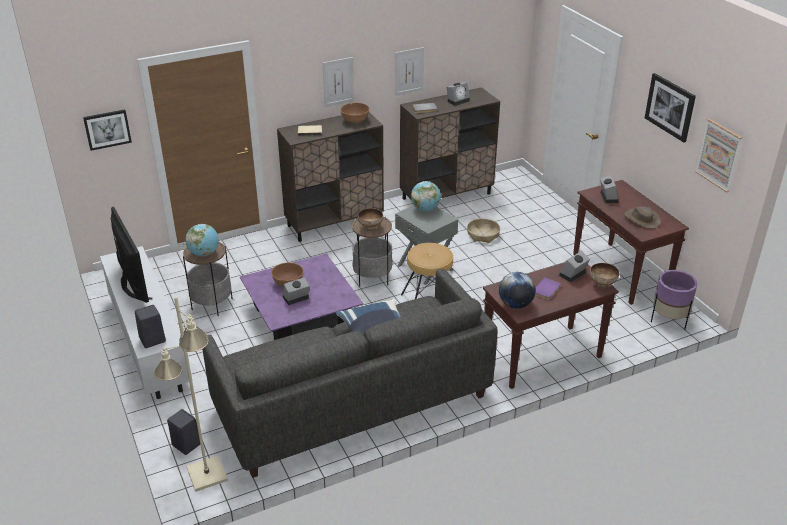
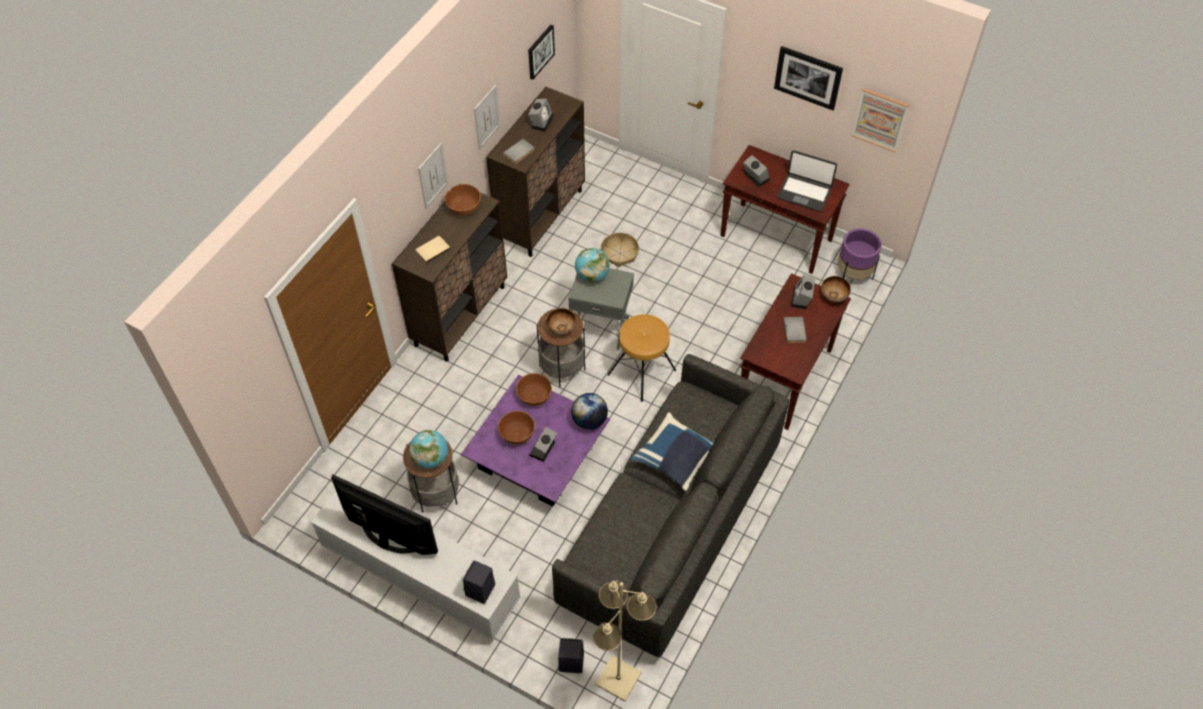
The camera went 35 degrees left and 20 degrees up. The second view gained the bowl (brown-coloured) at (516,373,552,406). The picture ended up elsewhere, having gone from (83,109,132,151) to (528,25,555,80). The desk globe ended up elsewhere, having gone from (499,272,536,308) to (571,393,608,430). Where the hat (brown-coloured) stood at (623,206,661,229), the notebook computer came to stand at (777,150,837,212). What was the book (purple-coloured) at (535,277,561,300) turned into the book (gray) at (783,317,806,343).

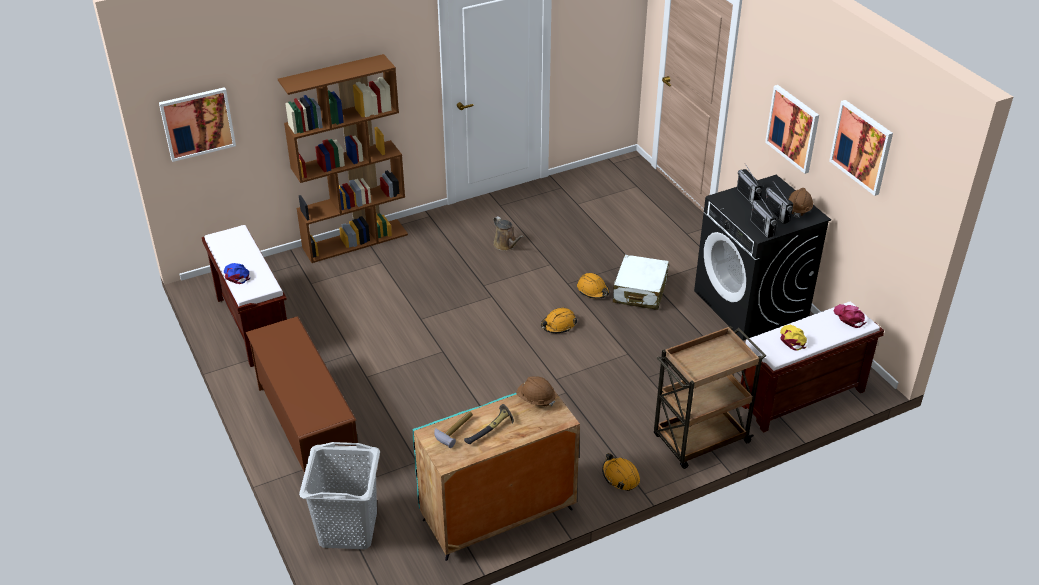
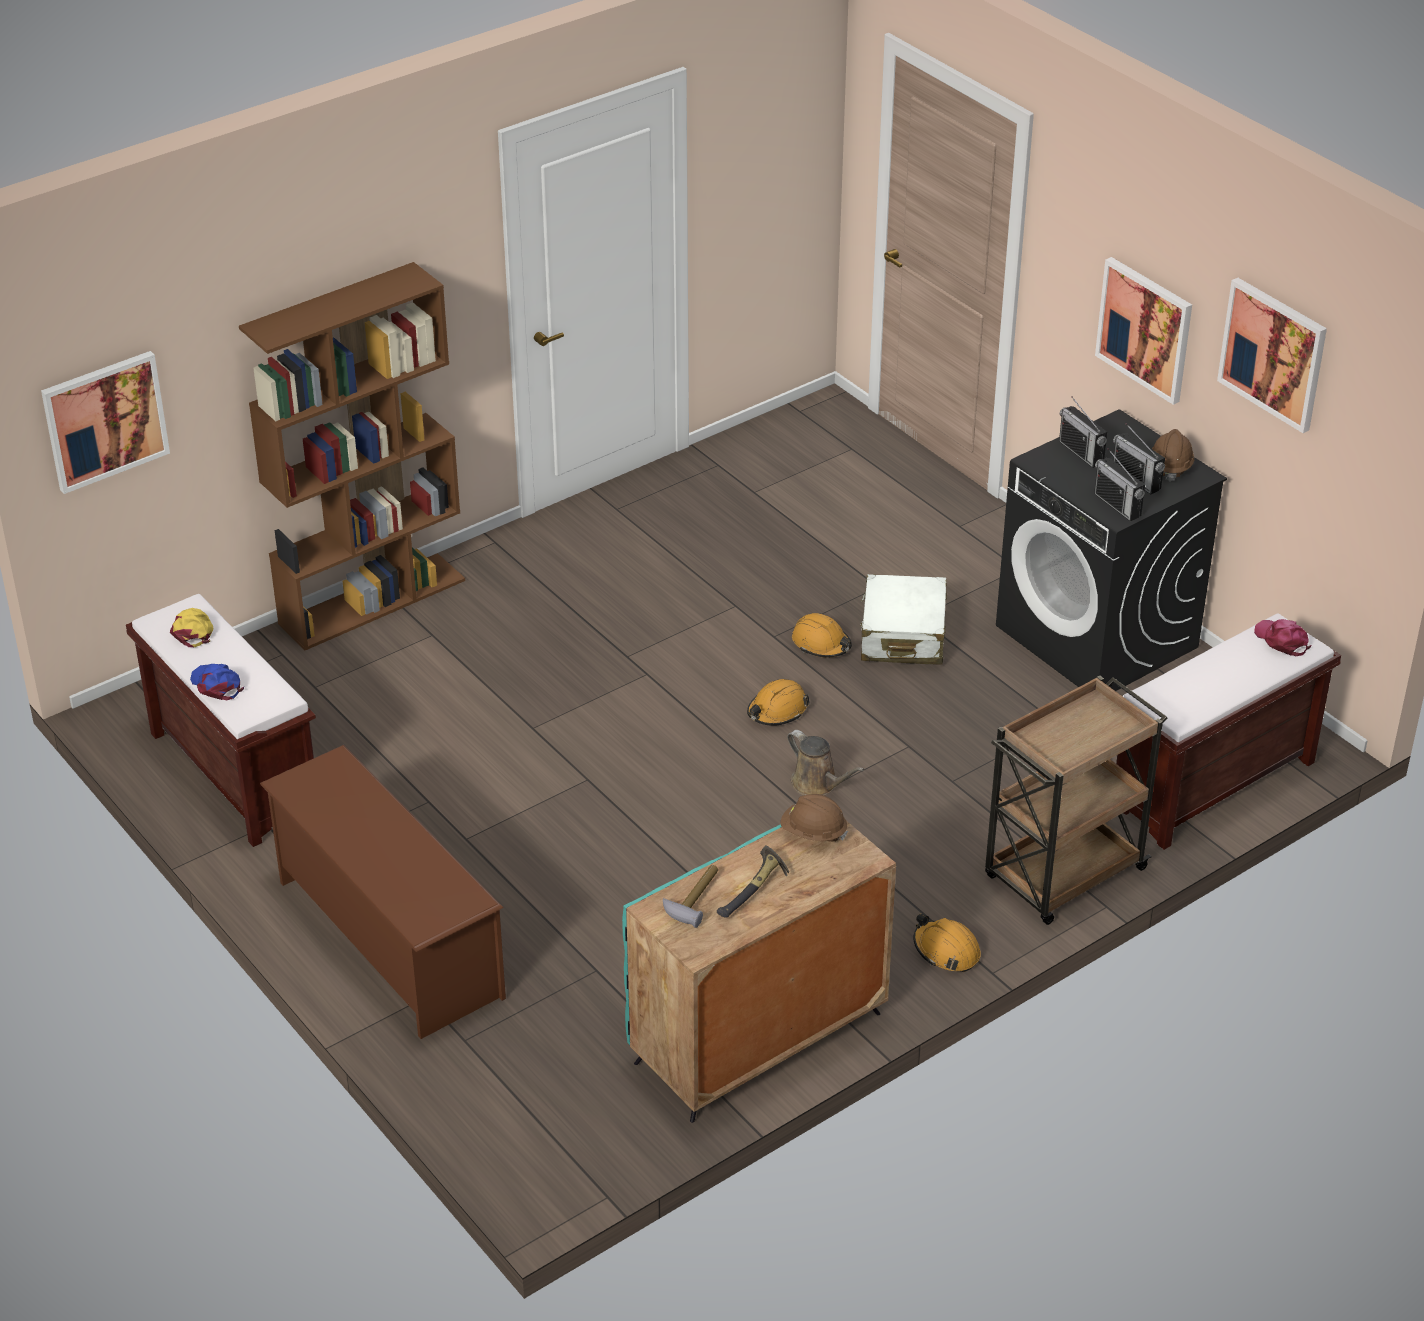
The camera went 10 degrees left and 0 degrees up. The peaked cap (yellow-coloured) ended up elsewhere, having gone from (780,325,807,351) to (170,608,214,647). The watering can (brown-coloured) ended up elsewhere, having gone from (493,216,524,251) to (787,730,864,796). The second view lost the washing basket (gray) at (299,442,380,549).

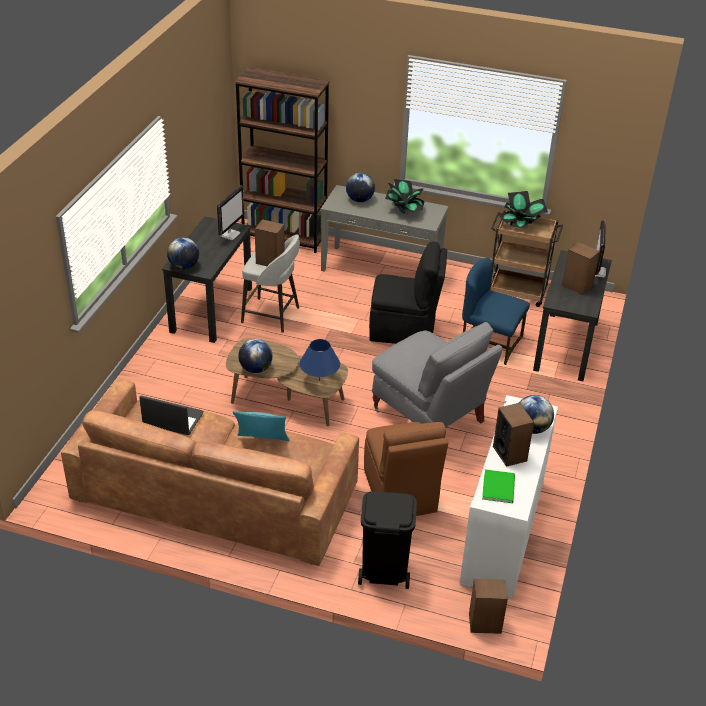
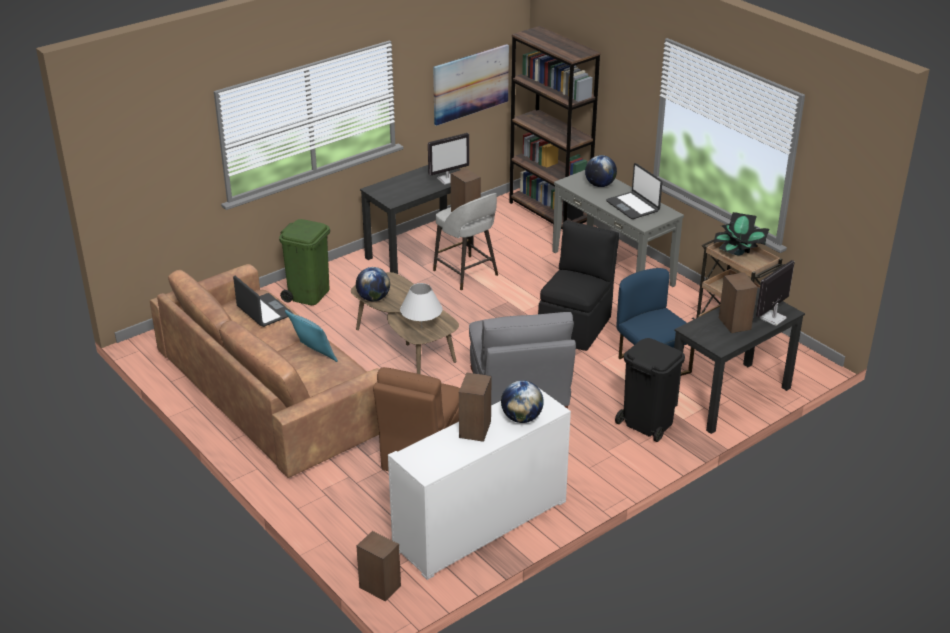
The camera went 35 degrees right and 5 degrees down. The second view gained the rubbish bin (green-coloured) at (279,219,330,305). What was the table lamp (blue) at (299,339,340,381) turned into the table lamp (white-coloured) at (400,283,443,327). The second view gained the picture at (433,44,509,126). The chair (black-coloured) at (369,241,447,344) ended up facing another way, 105 degrees counterclockwise from before. Where the houseplant stood at (385,179,425,214), the notebook computer came to stand at (606,163,662,219). The rubbish bin (black-coloured) ended up elsewhere, having gone from (358,491,417,589) to (615,338,685,442). The second view lost the desk globe at (167,237,199,269). The second view lost the book (green-coloured) at (482,469,515,503).

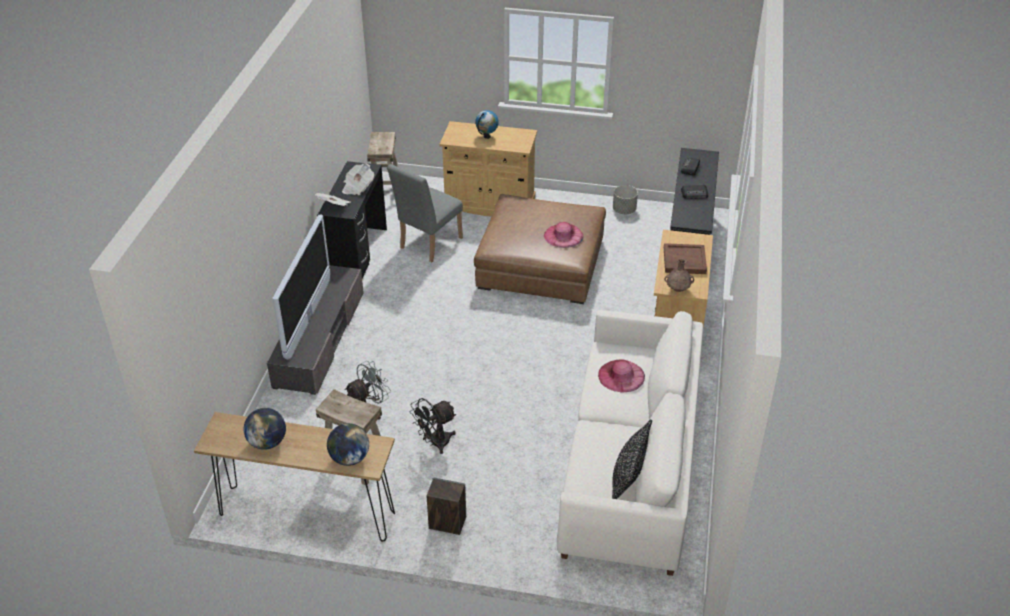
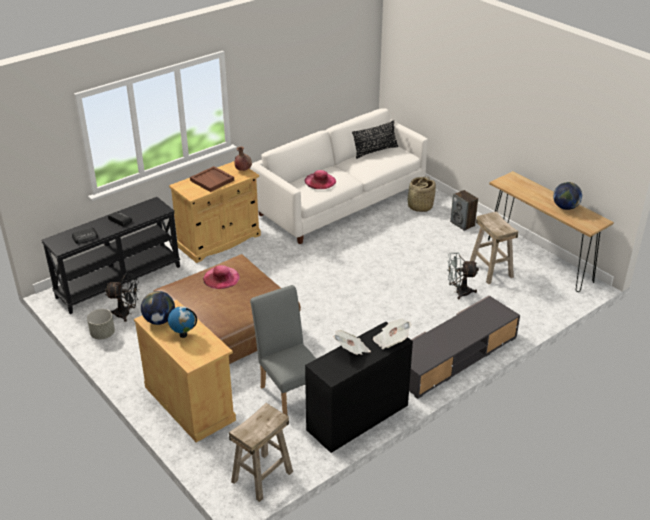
The camera went 140 degrees left and 5 degrees down. The cooling fan (black-coloured) ended up elsewhere, having gone from (411,398,456,454) to (105,273,139,322). The desk globe ended up elsewhere, having gone from (327,423,369,466) to (141,291,175,325). The chair (gray) at (387,164,463,262) ended up facing another way, 105 degrees counterclockwise from before. The second view gained the household basket at (407,176,436,212). The second view lost the television at (272,215,330,360).

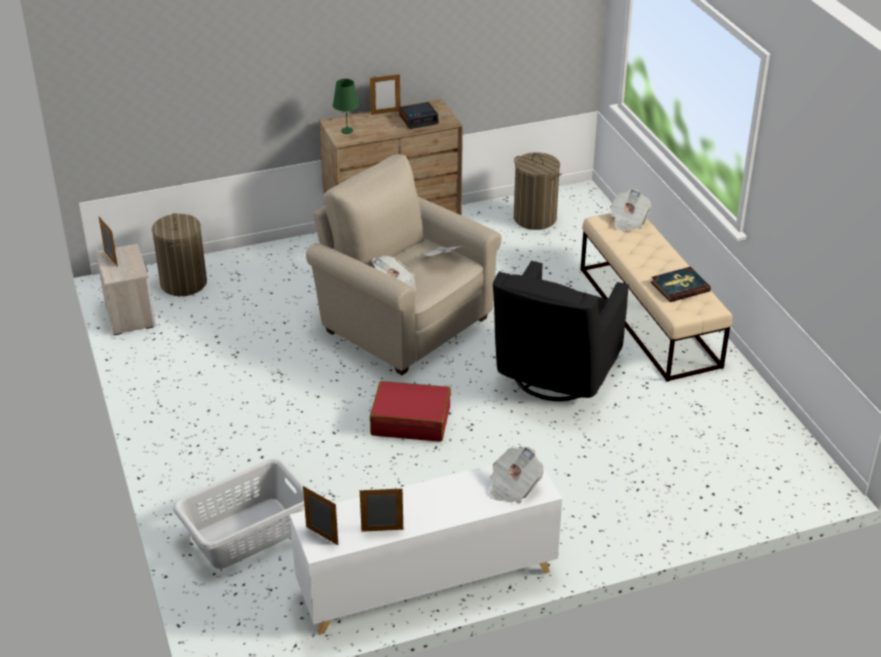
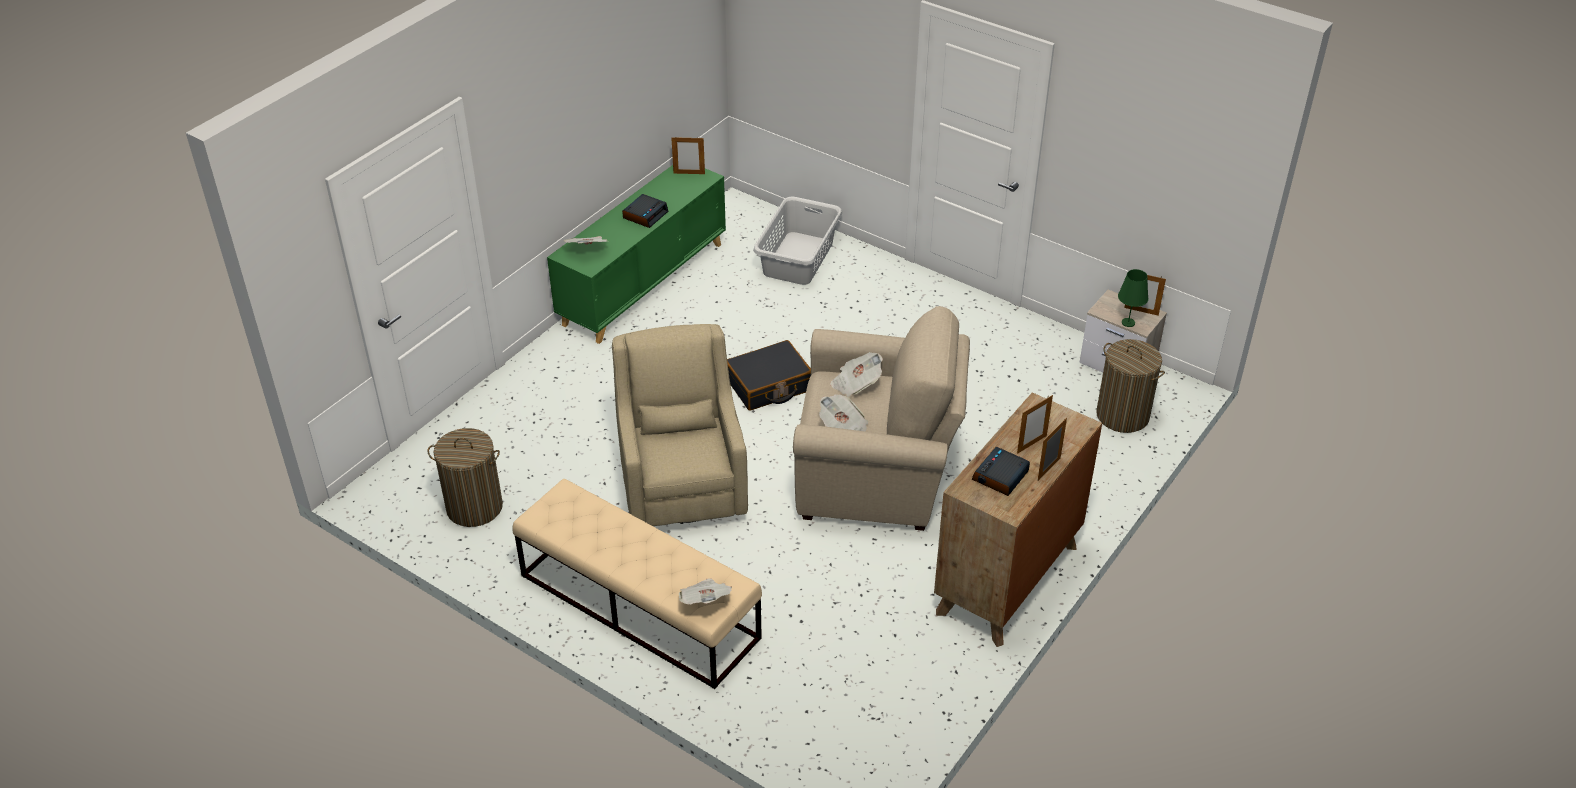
The camera went 145 degrees right and 5 degrees up. The washing basket ended up elsewhere, having gone from (514,152,562,230) to (428,428,503,527). What was the cupboard (white-coloured) at (290,455,562,635) turned into the cupboard (green-coloured) at (547,165,726,344). What was the armchair (black-coloured) at (493,261,629,401) turned into the armchair (beige) at (612,324,748,526). The second view gained the table clock at (622,194,668,228). What was the travel case (red) at (370,381,451,442) turned into the travel case (black-coloured) at (727,340,811,410). The photo frame ended up elsewhere, having gone from (360,488,403,532) to (1017,395,1053,454). The table lamp (green-coloured) ended up elsewhere, having gone from (333,79,359,134) to (1118,269,1148,327). The second view lost the book at (651,267,711,302).

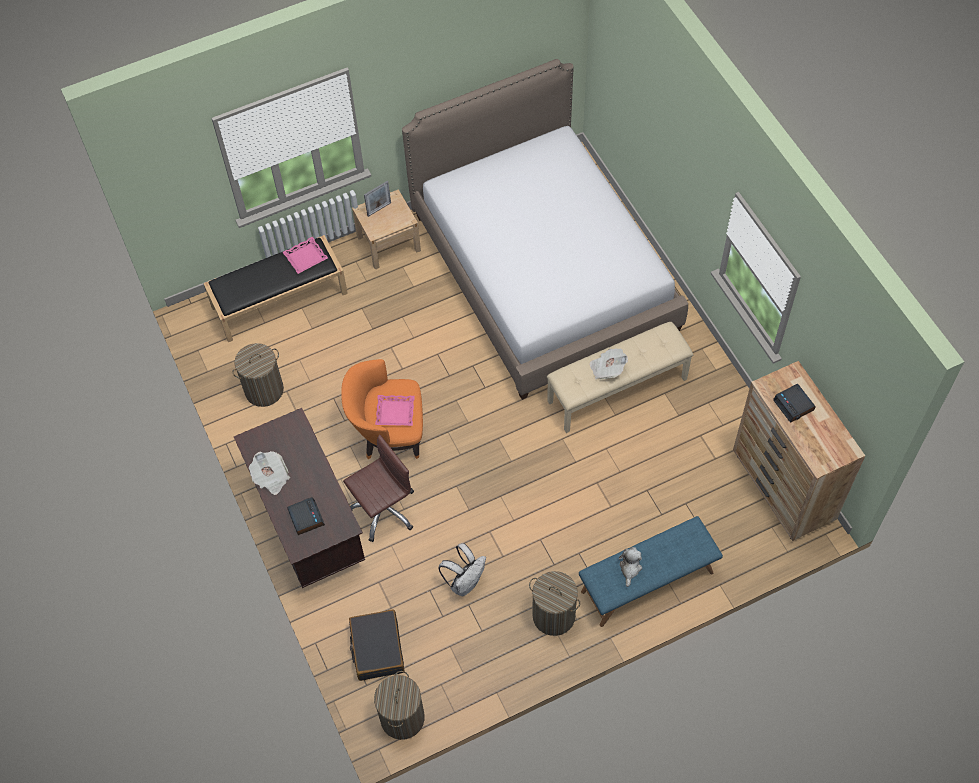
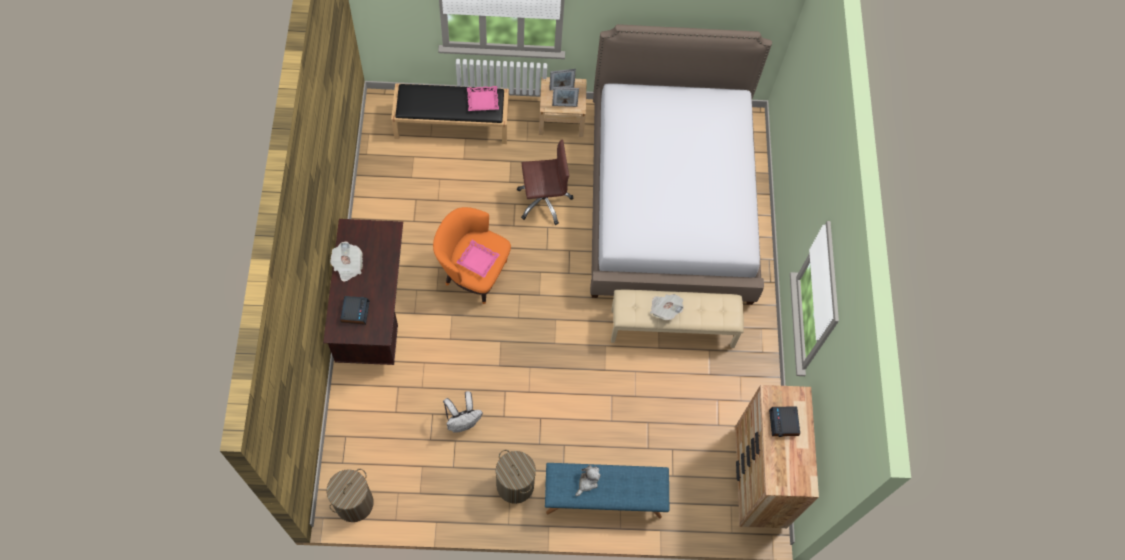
The camera went 20 degrees right and 5 degrees up. The computer chair (brown-coloured) ended up elsewhere, having gone from (343,435,414,542) to (517,139,573,225). The second view gained the photo frame at (552,87,579,107). The second view lost the washing basket at (232,343,284,407). The second view lost the travel case (black-coloured) at (349,610,405,681).

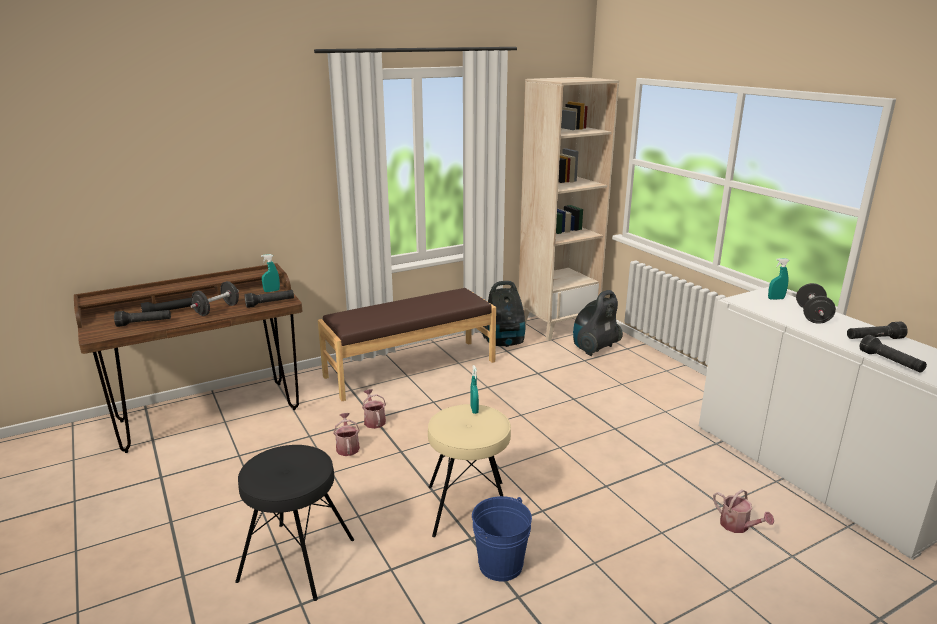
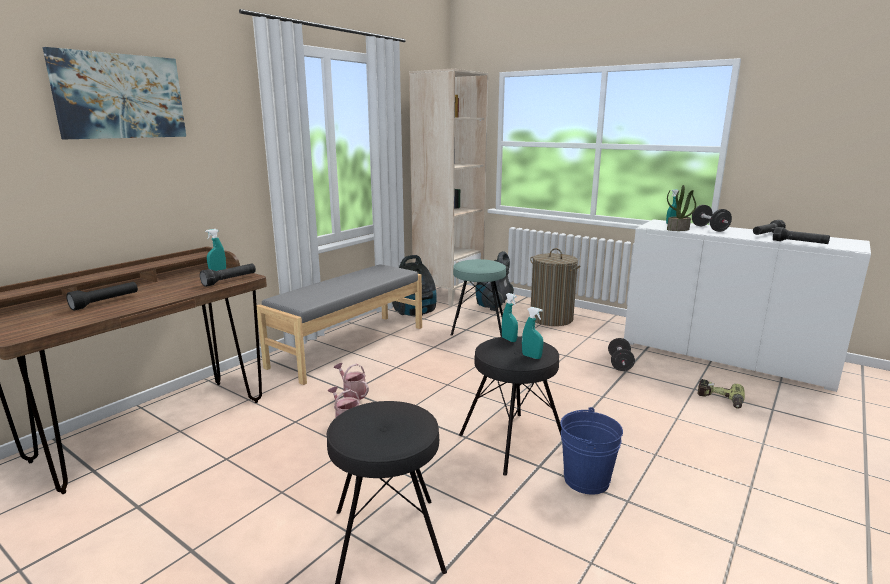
The camera went 25 degrees left and 5 degrees down. The second view gained the picture at (43,47,186,139). What was the bench (brown-coloured) at (318,288,496,401) turned into the bench (gray) at (257,264,422,385). The second view gained the stool seat (turquoise-coloured) at (451,259,506,337). What was the stool seat (beige) at (428,404,511,537) turned into the stool seat (black-coloured) at (459,336,562,476). The second view gained the spray bottle (turquoise-coloured) at (522,307,543,359). The second view gained the washing basket at (530,248,581,326). The free weight (black-coloured) ended up elsewhere, having gone from (191,281,239,316) to (608,338,635,371). The second view gained the houseplant at (667,185,696,231). Where the watering can stood at (713,489,774,533), the electric drill came to stand at (697,379,745,409). The second view lost the flashlight (black-coloured) at (114,310,171,327).

